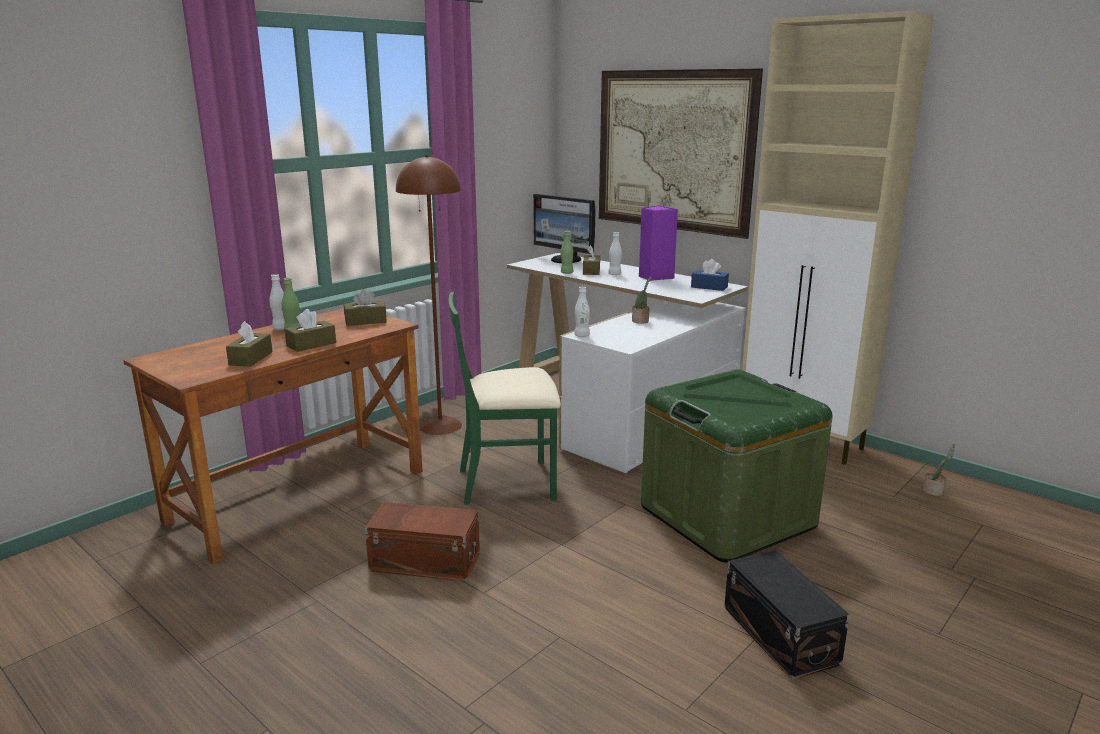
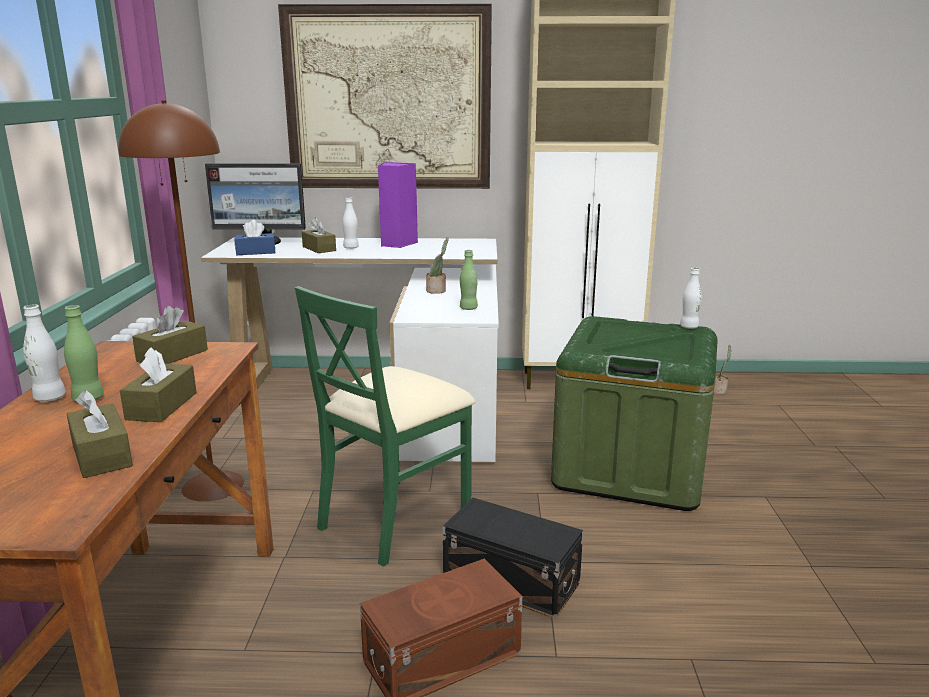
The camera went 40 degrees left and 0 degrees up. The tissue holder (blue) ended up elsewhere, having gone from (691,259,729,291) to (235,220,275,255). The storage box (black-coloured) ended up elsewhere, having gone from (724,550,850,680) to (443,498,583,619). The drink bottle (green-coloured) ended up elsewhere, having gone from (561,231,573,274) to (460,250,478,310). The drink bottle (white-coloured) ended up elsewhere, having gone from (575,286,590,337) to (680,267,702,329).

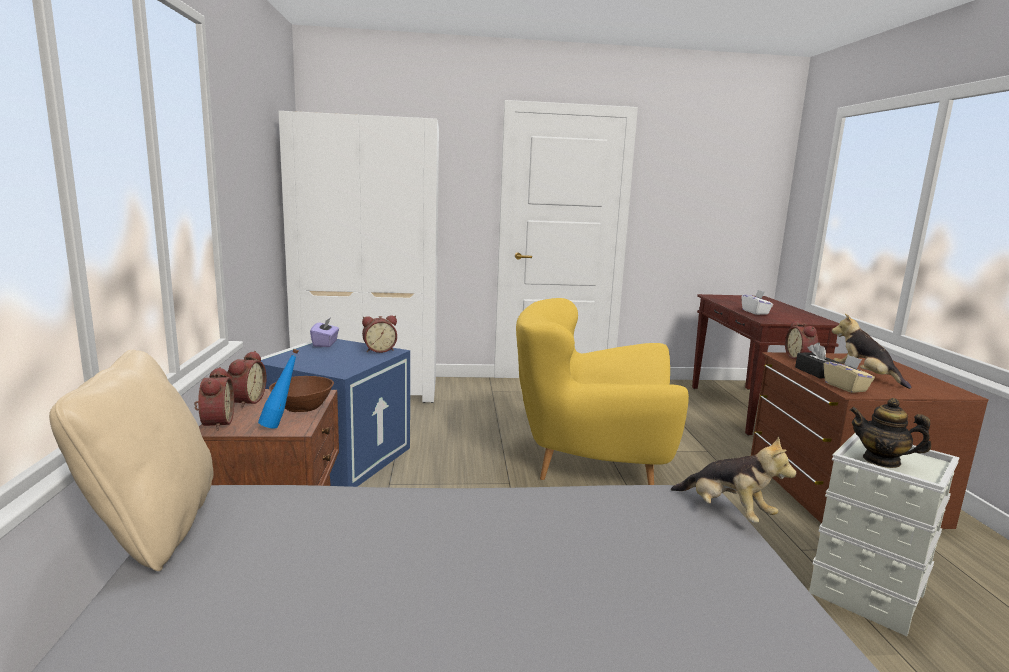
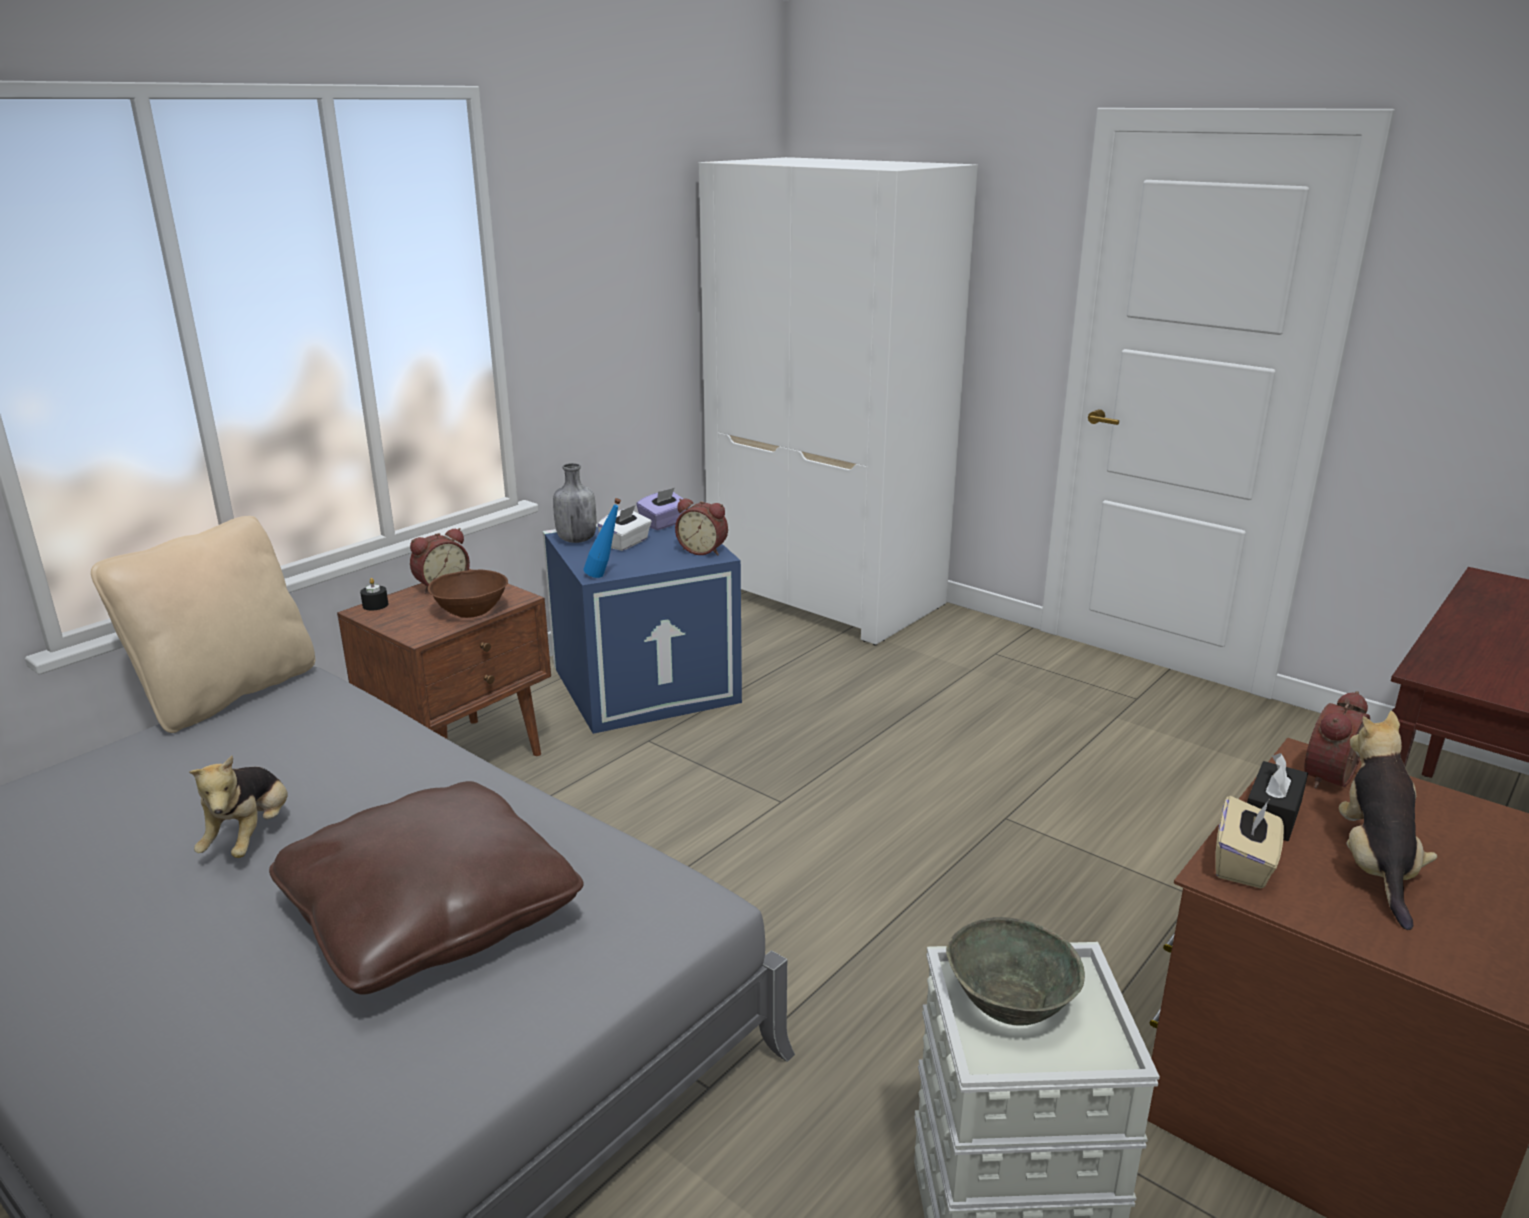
The camera went 45 degrees right and 10 degrees up. The cuddly toy ended up elsewhere, having gone from (671,436,796,523) to (189,755,288,858). The second view gained the throw pillow (brown-coloured) at (269,781,584,995). Where the table clock stood at (194,367,234,431), the wax light (black-coloured) came to stand at (360,578,388,611). The second view gained the drink bottle (gray) at (553,463,596,543). The drink bottle (blue) ended up elsewhere, having gone from (258,349,299,429) to (584,498,621,578). The tissue holder (white-coloured) ended up elsewhere, having gone from (742,290,773,315) to (597,505,652,551). Where the pot for tea stood at (850,398,931,468), the bowl (gray) came to stand at (946,917,1085,1026). The second view lost the armchair (yellow-coloured) at (516,298,689,485).

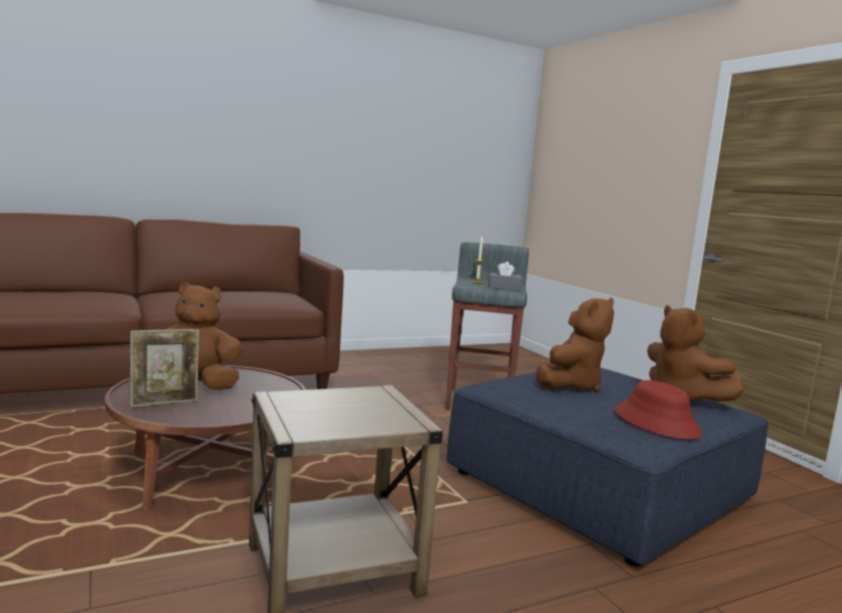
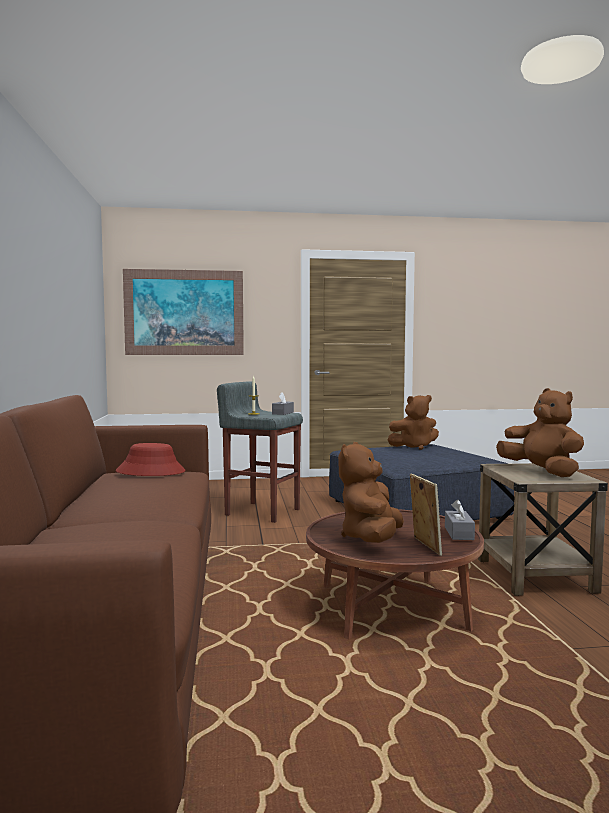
The camera went 70 degrees left and 5 degrees down. The hat (red) ended up elsewhere, having gone from (615,380,702,439) to (116,443,186,476). The second view gained the picture at (123,269,244,355). The second view gained the tissue holder (gray) at (445,500,475,540). The cuddly toy (brown-coloured) ended up elsewhere, having gone from (536,298,614,392) to (496,388,584,477).

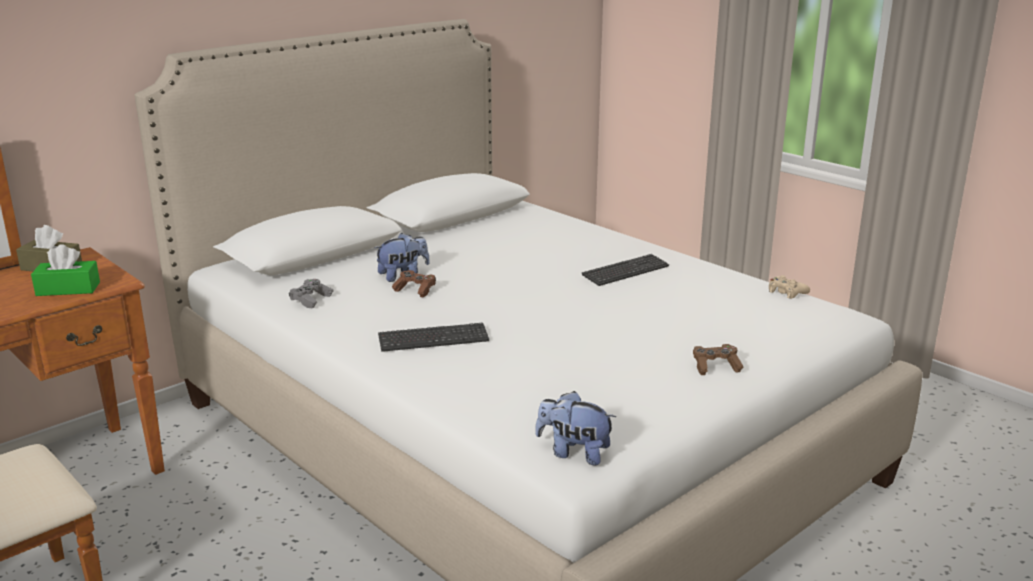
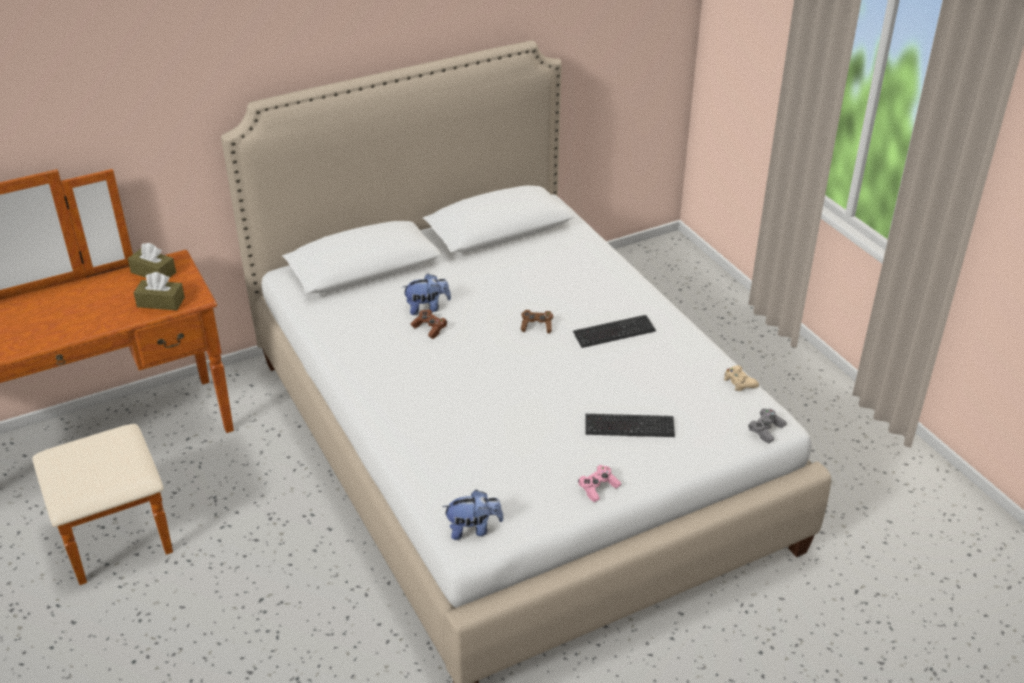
The camera went 15 degrees right and 15 degrees up. What was the tissue holder (green-coloured) at (31,244,100,296) turned into the tissue holder (brown-coloured) at (134,272,185,310). The cuddly toy at (535,391,616,466) ended up facing another way, 135 degrees clockwise from before. The joypad (brown-coloured) ended up elsewhere, having gone from (693,344,744,375) to (521,310,553,333). The second view gained the joypad (pink) at (578,465,621,502). The computer keyboard ended up elsewhere, having gone from (378,323,489,352) to (585,414,675,437). The joypad (gray) ended up elsewhere, having gone from (289,279,333,309) to (749,408,787,443).

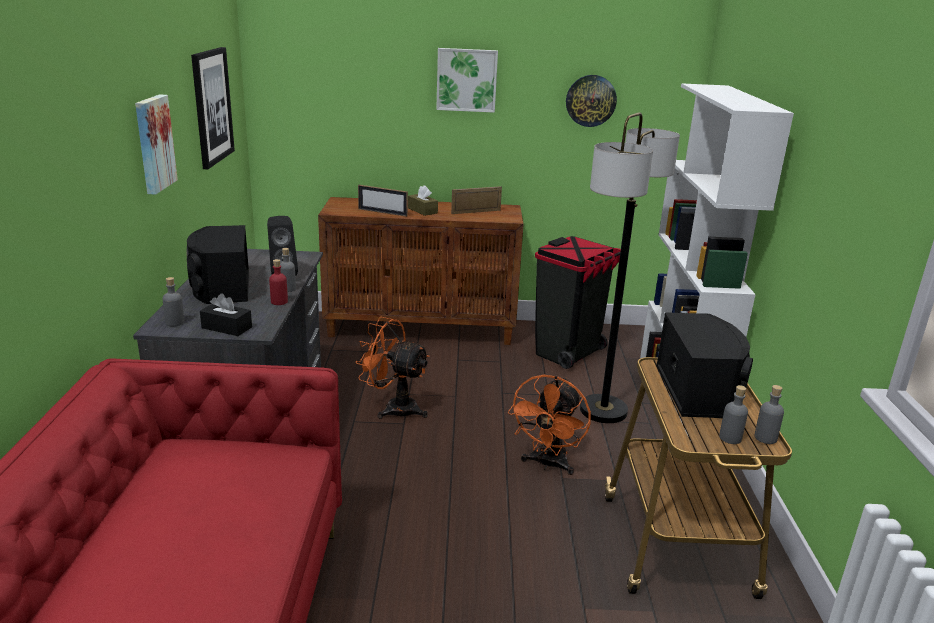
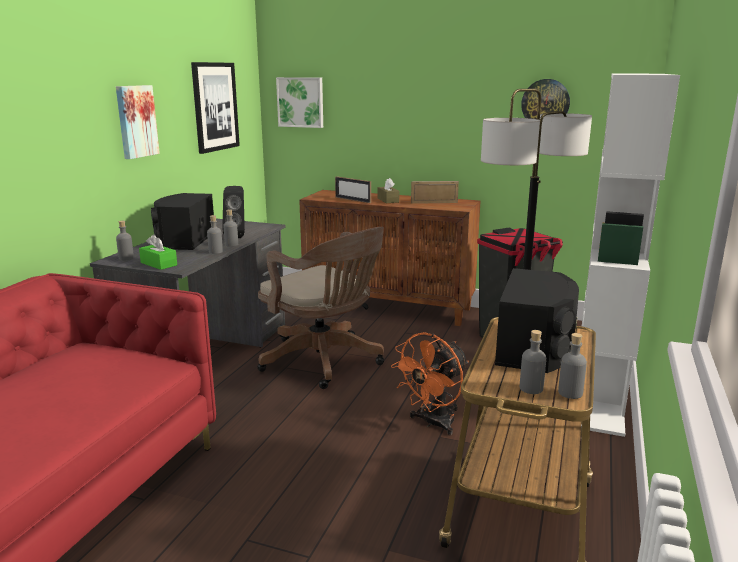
The camera went 20 degrees right and 5 degrees down. What was the tissue holder (black-coloured) at (200,293,252,336) turned into the tissue holder (green-coloured) at (139,234,177,270). What was the drink bottle (red) at (269,259,288,305) turned into the drink bottle (gray) at (207,215,223,254). Where the cooling fan (orangey) stood at (355,317,430,419), the computer chair (brown-coloured) came to stand at (257,227,384,389). The picture ended up elsewhere, having gone from (436,48,498,113) to (276,77,323,128).

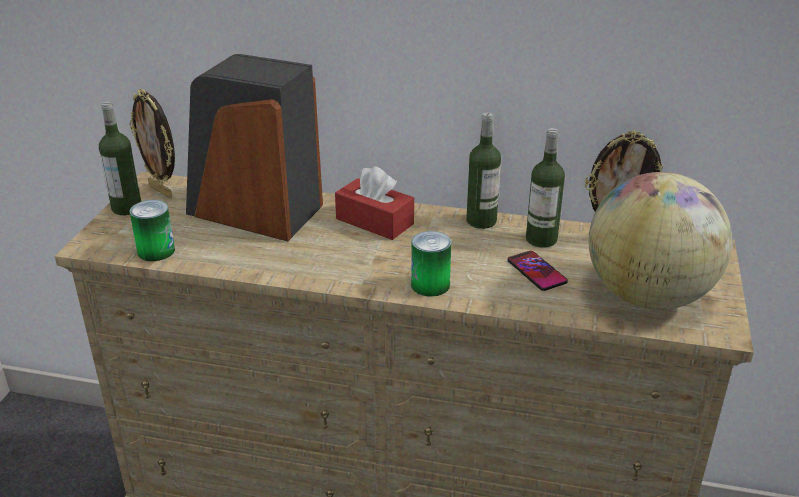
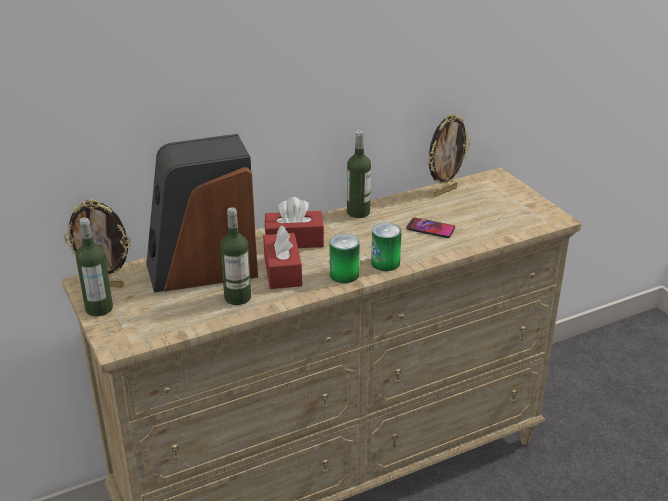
The camera went 40 degrees left and 0 degrees up. The drink bottle ended up elsewhere, having gone from (526,128,565,248) to (220,207,251,305). The second view gained the tissue holder (red) at (263,225,302,289). The metal can ended up elsewhere, having gone from (129,200,175,261) to (330,234,360,283). The second view lost the desk globe at (589,172,732,310).

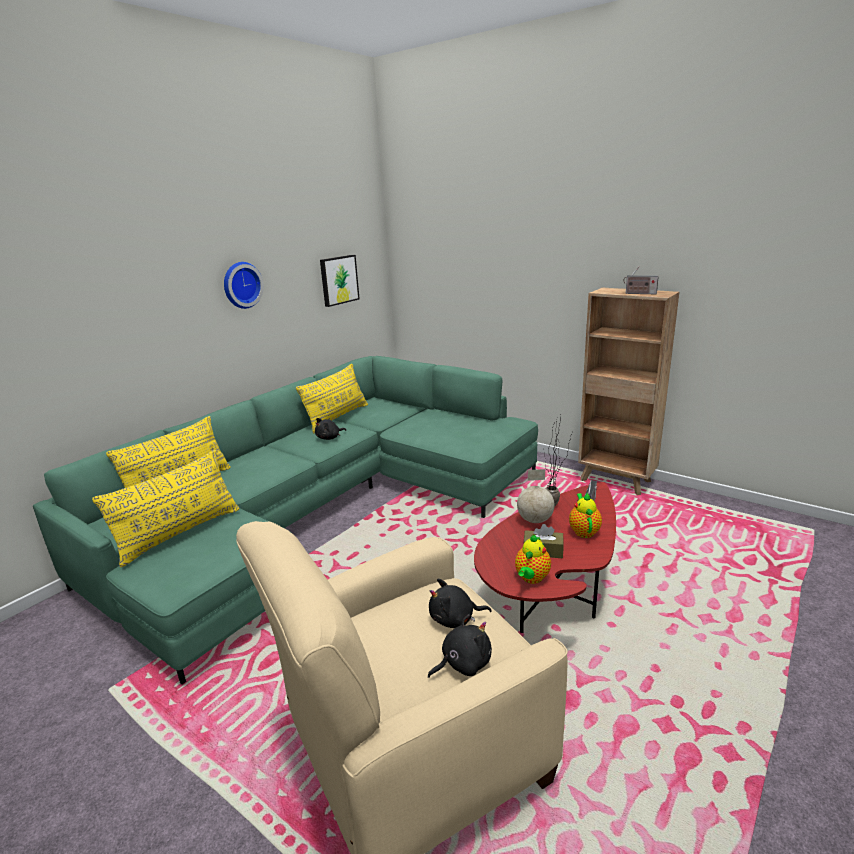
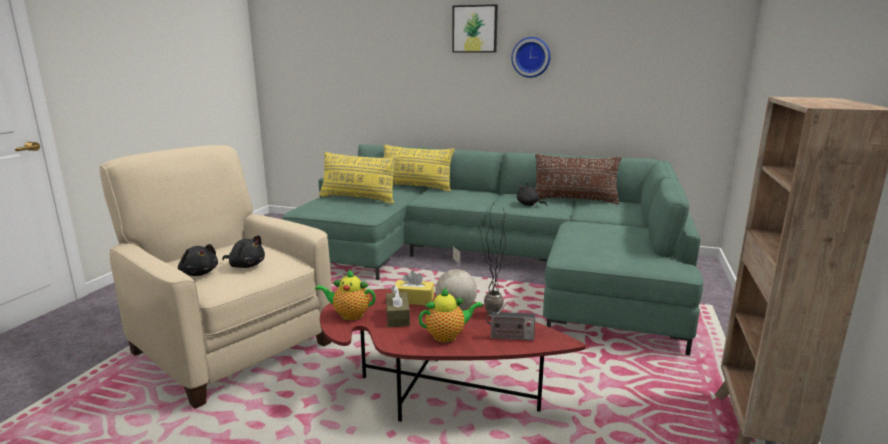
The camera went 70 degrees right and 5 degrees down. The cuddly toy (black-coloured) at (429,578,492,628) ended up facing another way, 135 degrees clockwise from before. The second view gained the tissue holder (yellow-coloured) at (393,271,434,305). The picture ended up elsewhere, having gone from (320,255,360,307) to (452,4,498,53). What was the throw pillow (yellow-coloured) at (296,364,368,433) turned into the throw pillow (brown-coloured) at (535,154,622,204). The second view lost the radio receiver at (623,266,659,294).

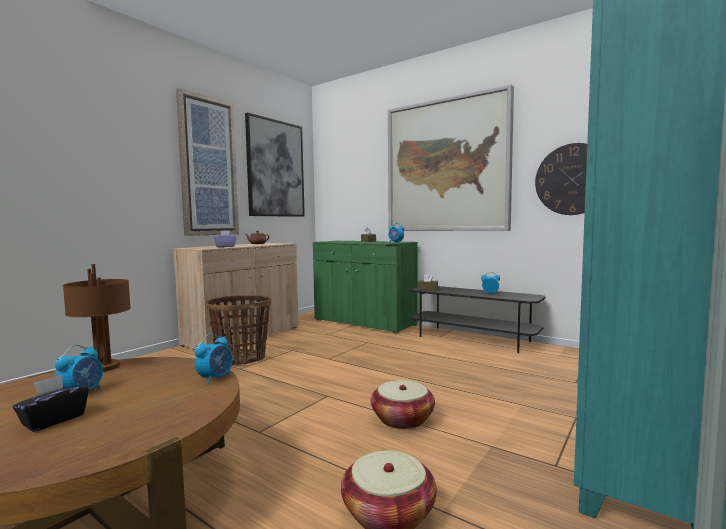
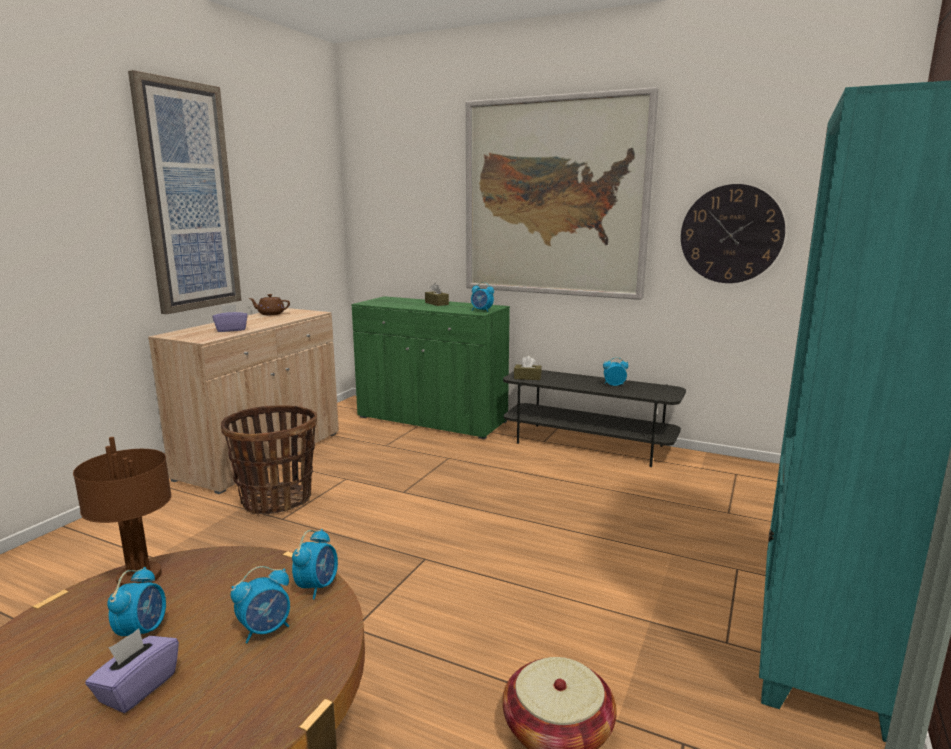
The camera went 10 degrees left and 10 degrees up. What was the tissue holder (black-coloured) at (13,375,89,432) turned into the tissue holder (purple-coloured) at (85,628,179,713). The second view gained the table clock at (231,566,290,644). The second view lost the picture at (245,112,305,217). The second view lost the household basket at (371,380,435,429).

